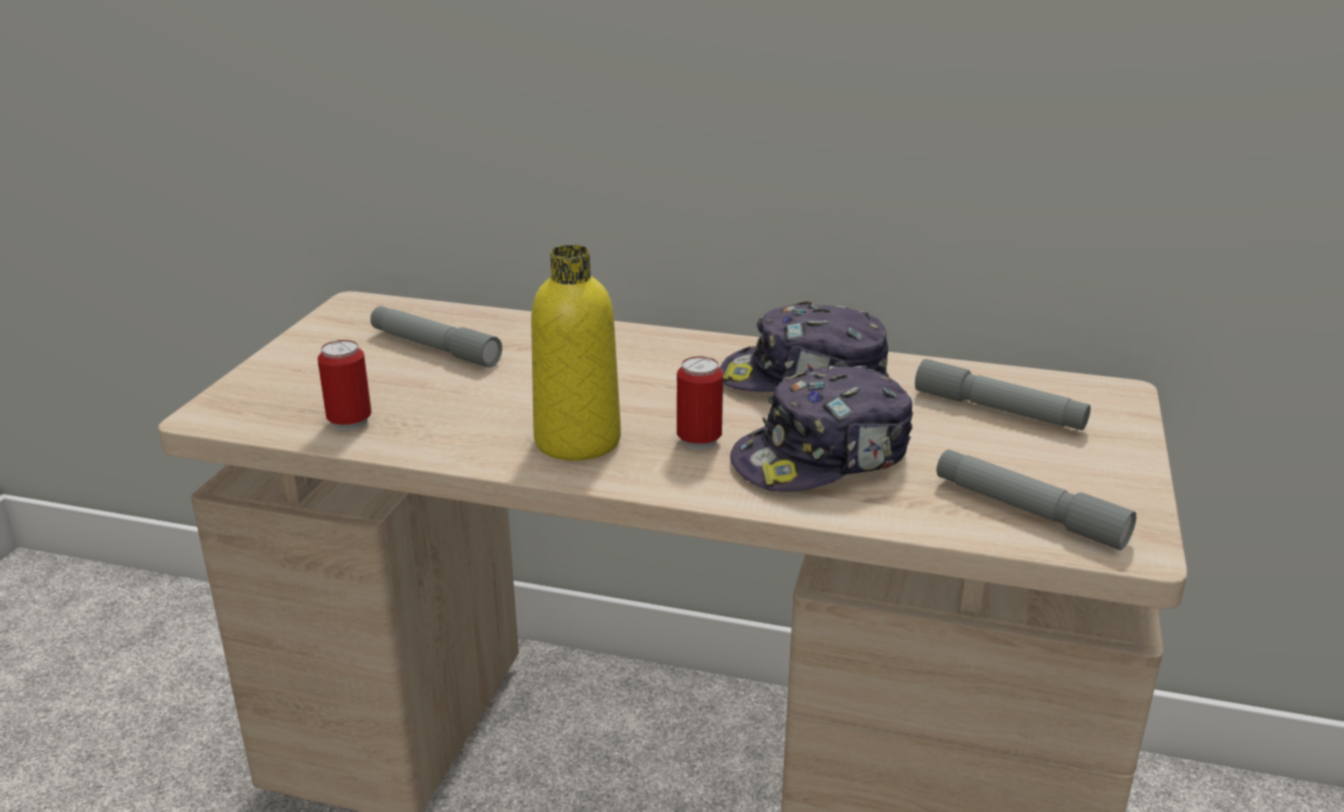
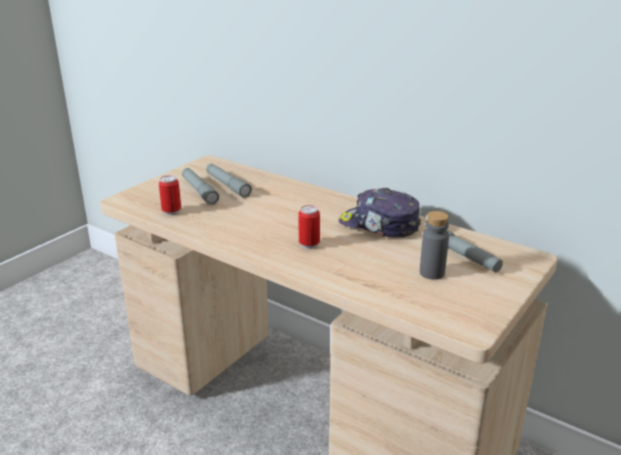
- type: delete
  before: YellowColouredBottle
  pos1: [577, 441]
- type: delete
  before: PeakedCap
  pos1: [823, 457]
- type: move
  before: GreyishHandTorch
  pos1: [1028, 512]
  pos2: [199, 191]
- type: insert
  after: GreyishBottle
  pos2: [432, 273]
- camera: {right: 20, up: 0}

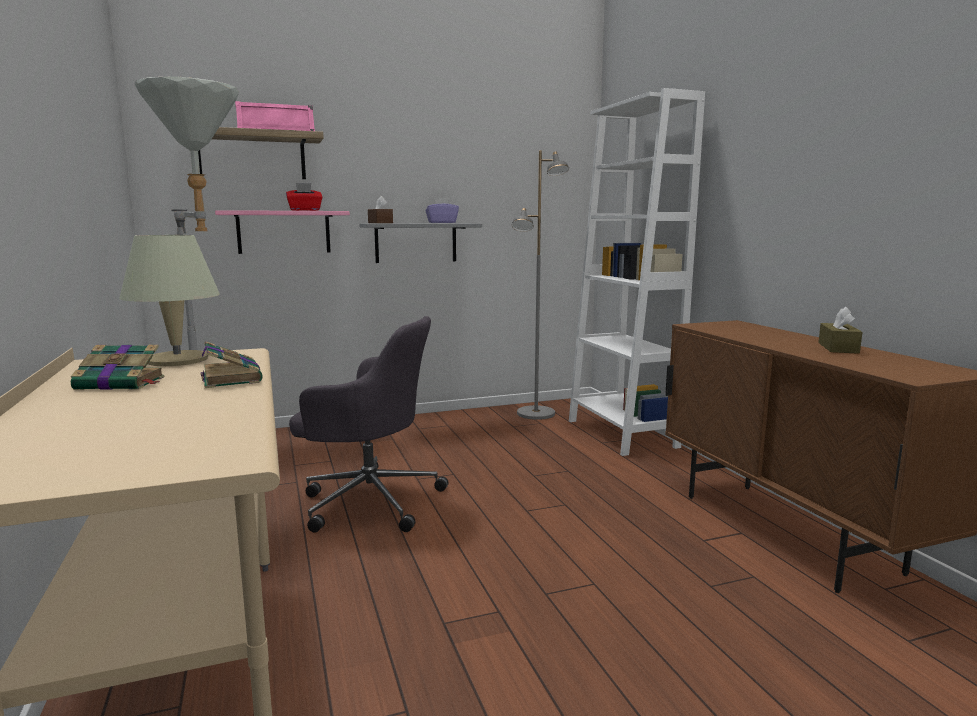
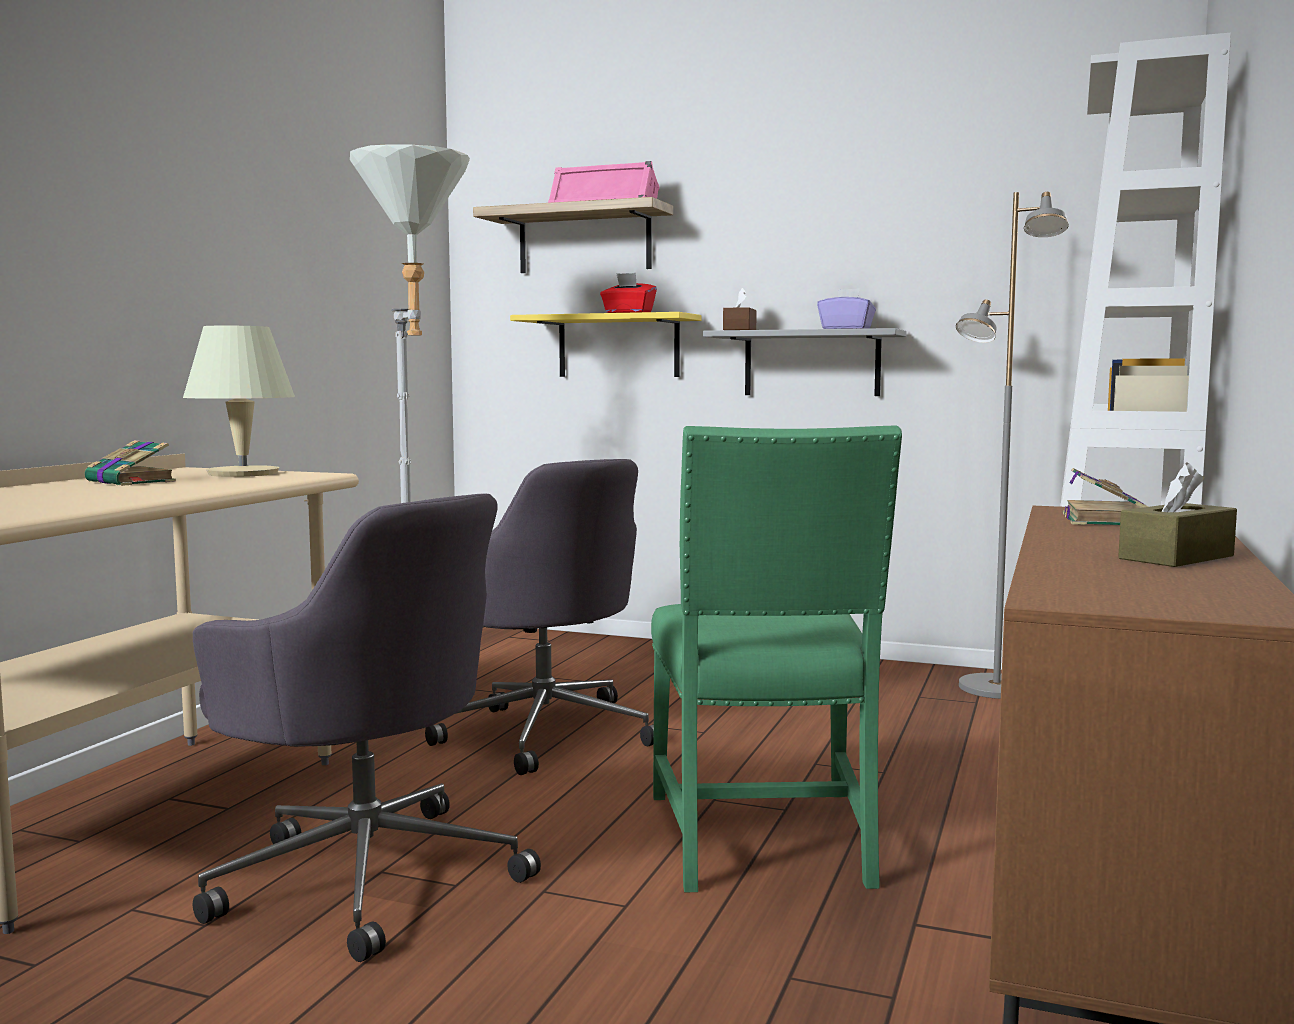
- type: move
  before: Volume
  pos1: [231, 378]
  pos2: [1105, 520]
- type: recolor
  before: PinkishShelf
  after: YellowColouredShelf
  pos1: [284, 232]
  pos2: [618, 346]
- type: insert
  after: GreyishDeskChair
  pos2: [366, 875]
- type: insert
  after: GreenColouredChair
  pos2: [764, 841]
- camera: {right: 40, up: -5}

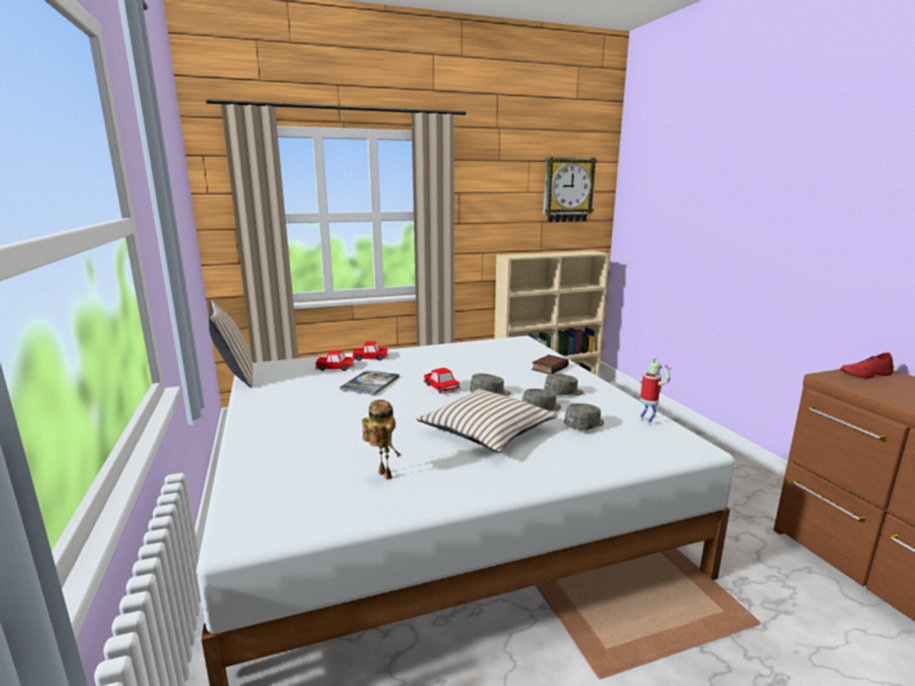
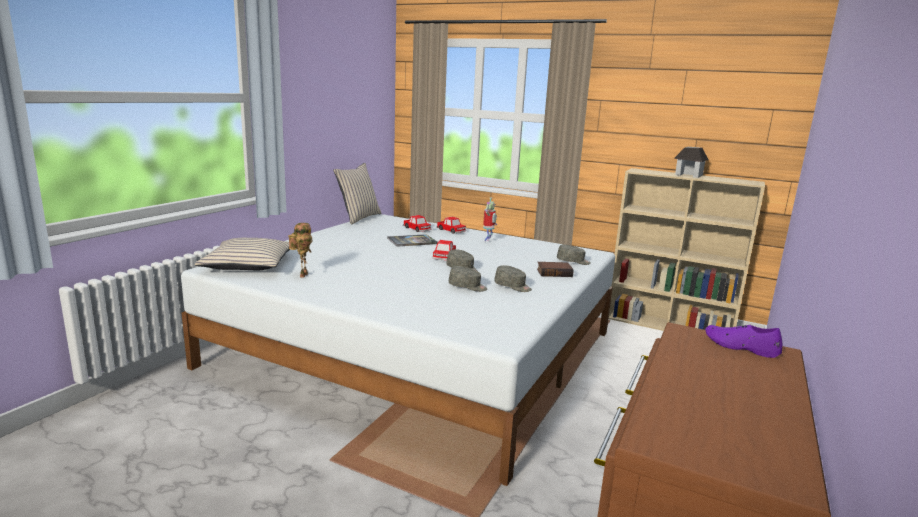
- type: move
  before: SandColouredThrowPillow
  pos1: [487, 430]
  pos2: [248, 264]
- type: delete
  before: ClockOnTheWall
  pos1: [567, 190]
- type: move
  before: GreyishPeakedCap
  pos1: [585, 425]
  pos2: [573, 262]
- type: move
  before: ModelRobot
  pos1: [647, 422]
  pos2: [488, 241]
- type: recolor
  before: RedColouredLowShoe
  after: PurplishLowShoe
  pos1: [866, 374]
  pos2: [740, 346]
- type: insert
  after: MiniatureHouse
  pos2: [688, 175]
- camera: {right: 45, up: 0}

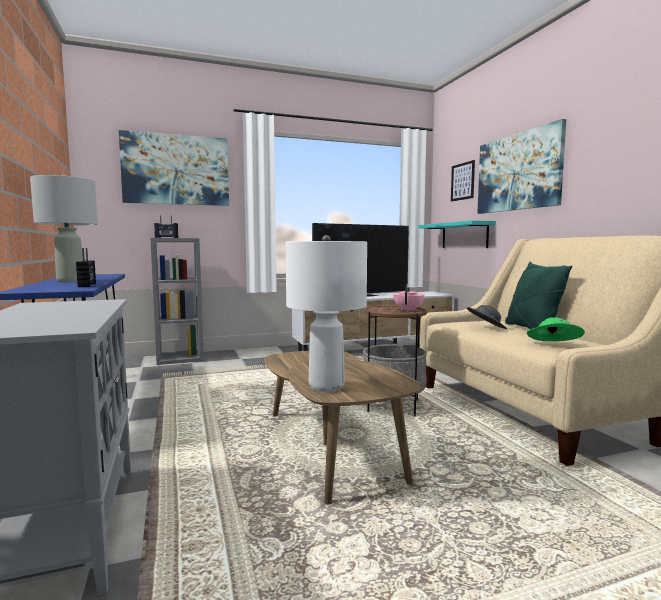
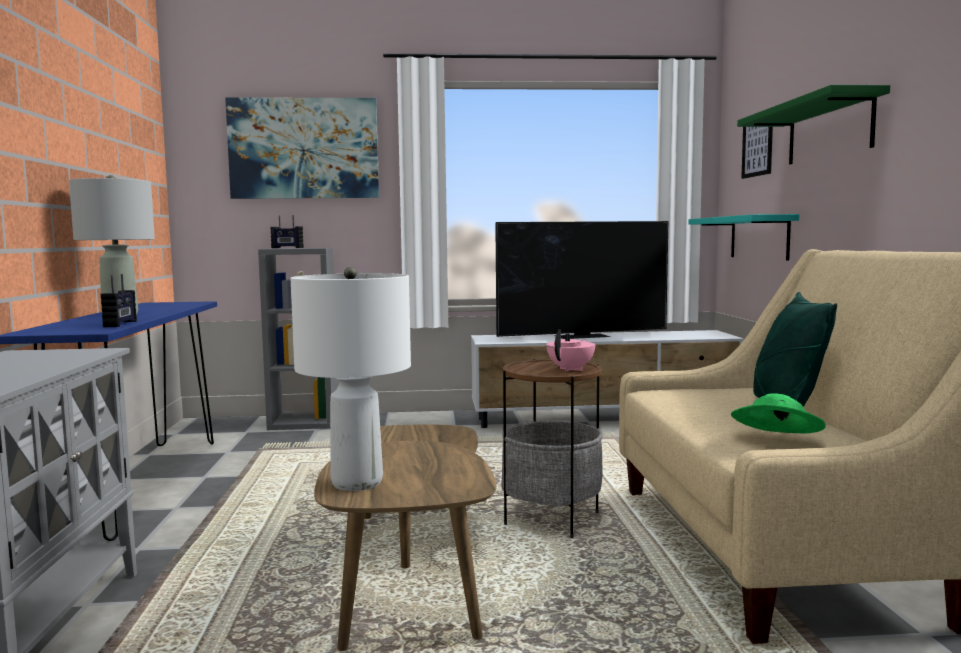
- type: delete
  before: GreyishWearableHat
  pos1: [485, 328]
- type: replace
  before: WallArt
  after: GreenColouredShelf
  pos1: [518, 172]
  pos2: [829, 130]
- camera: {right: 15, up: 0}

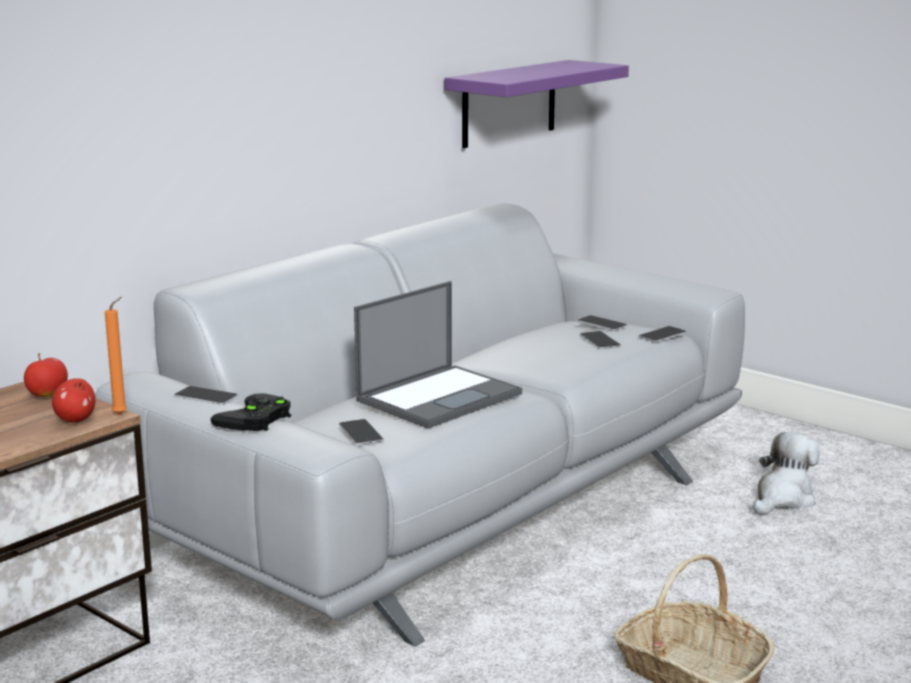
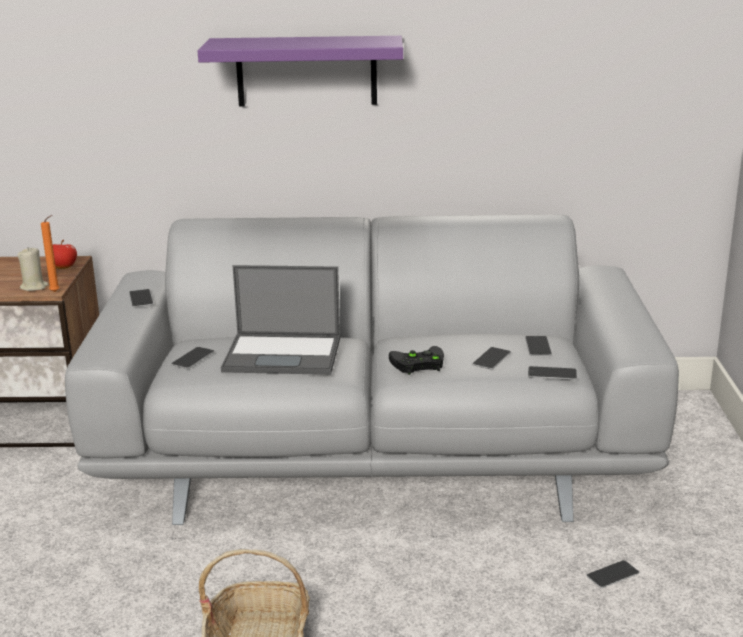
- type: replace
  before: WholeApple
  after: SandColouredCandle
  pos1: [75, 420]
  pos2: [34, 287]
- type: move
  before: BlackJoypad
  pos1: [255, 420]
  pos2: [416, 364]
- type: move
  before: PurplishShelf
  pos1: [509, 103]
  pos2: [306, 71]
- type: replace
  before: SoftToy
  after: Handset
  pos1: [782, 498]
  pos2: [612, 574]
- camera: {right: 50, up: 5}

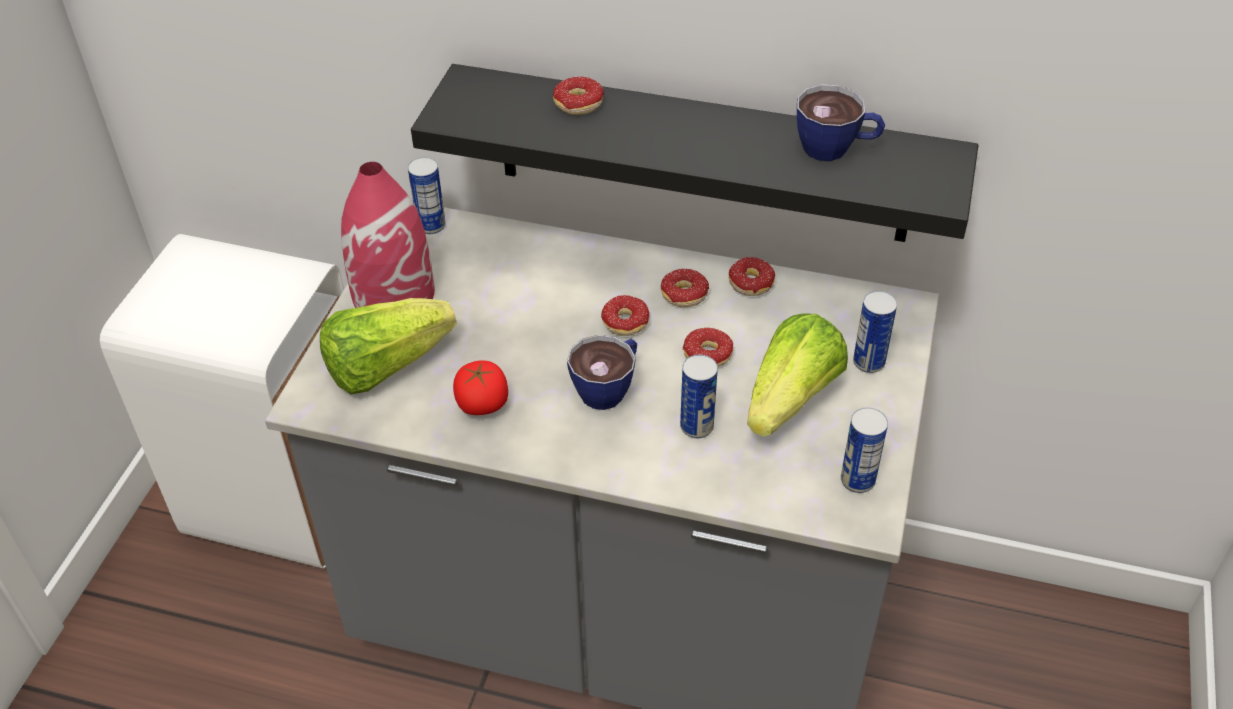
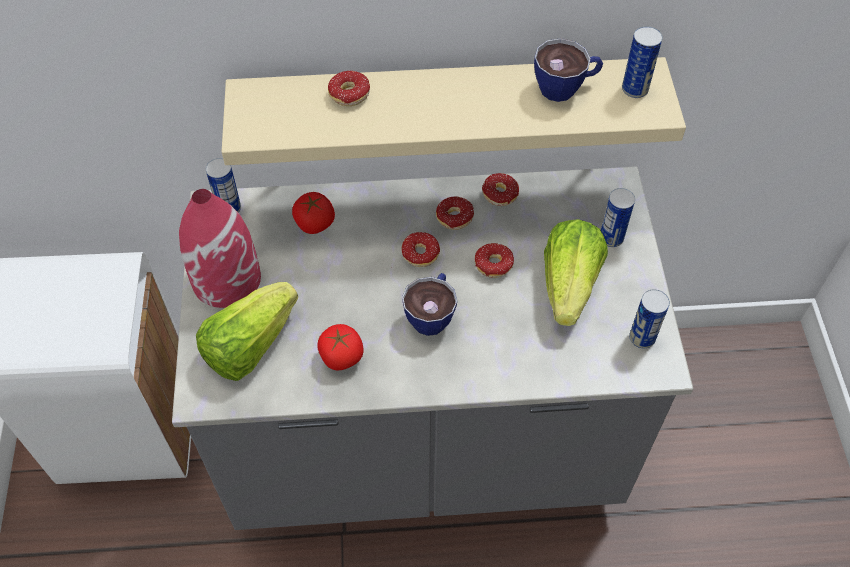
- type: recolor
  before: BlackShelf
  after: SandColouredShelf
  pos1: [702, 155]
  pos2: [446, 106]
- type: move
  before: Can
  pos1: [696, 426]
  pos2: [635, 89]
- type: insert
  after: WholeTomato
  pos2: [314, 223]
- camera: {right: -20, up: 10}

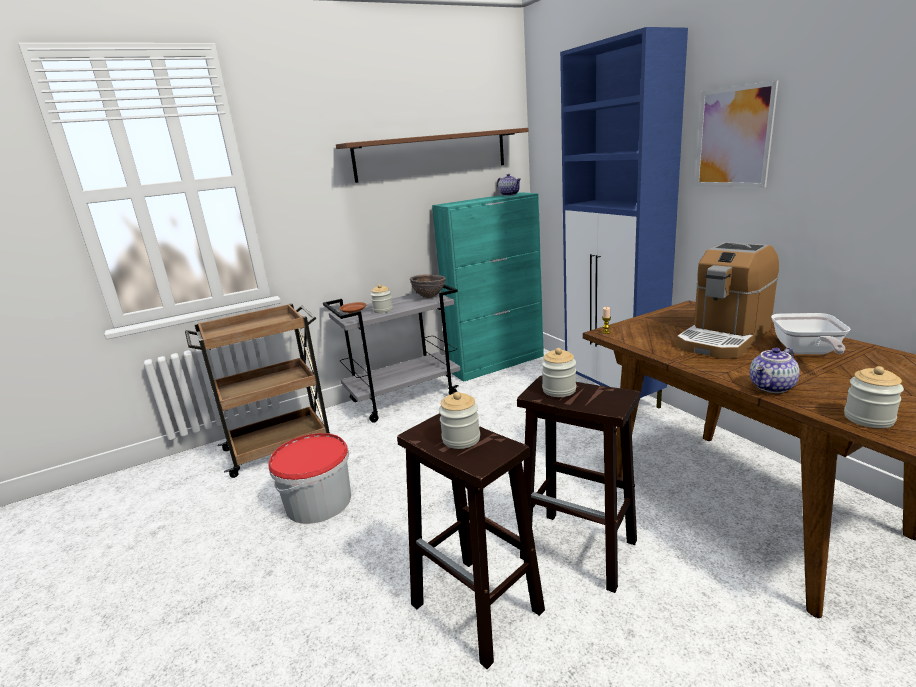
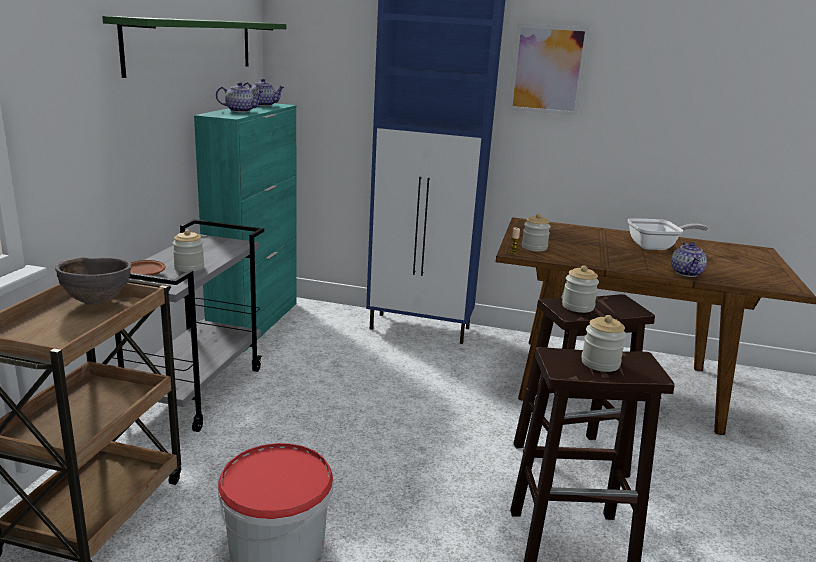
- type: recolor
  before: BrownishShelf
  after: GreenColouredShelf
  pos1: [432, 155]
  pos2: [192, 45]
- type: move
  before: BrownishBowl
  pos1: [429, 297]
  pos2: [97, 302]
- type: delete
  before: CoffeeMachine
  pos1: [724, 338]
- type: rotate
  before: FryingPan
  pos1: [806, 352]
  pos2: [656, 247]
  turn: -60
- type: move
  before: PreserveJar
  pos1: [868, 418]
  pos2: [534, 247]
- type: insert
  after: PotForTea
  pos2: [240, 111]
- camera: {right: -50, up: 0}

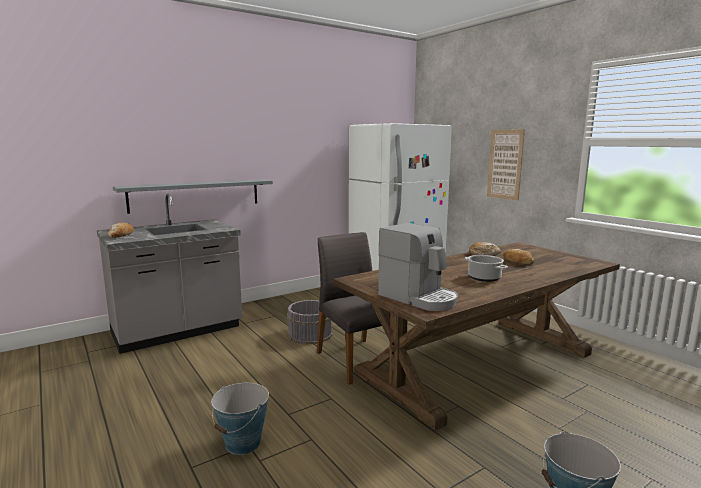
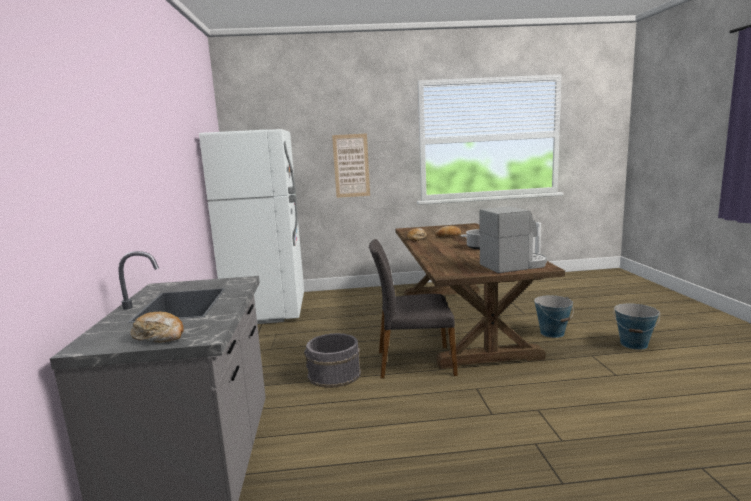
- type: delete
  before: GreyishShelf
  pos1: [196, 195]
- type: move
  before: WaterBucket
  pos1: [243, 443]
  pos2: [552, 333]
- camera: {right: -60, up: 0}

